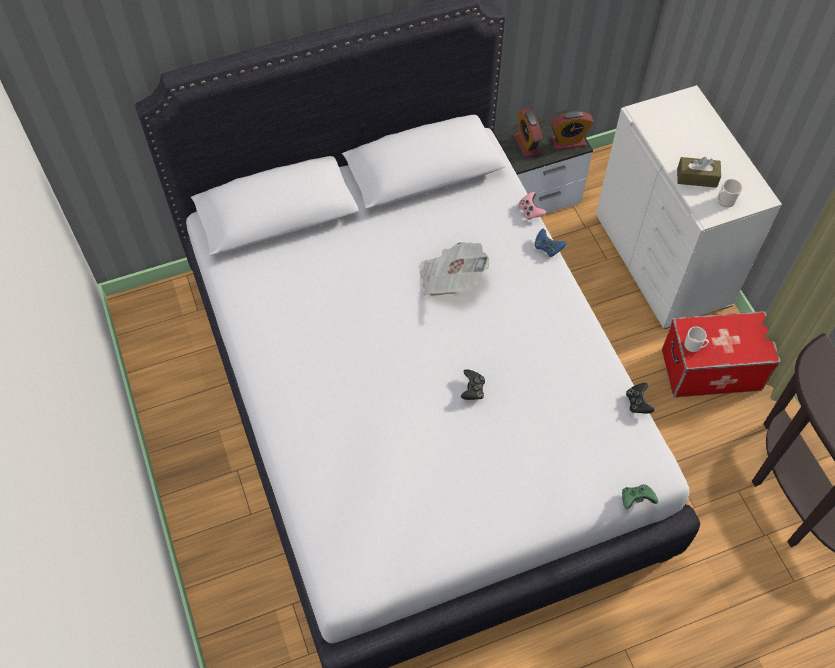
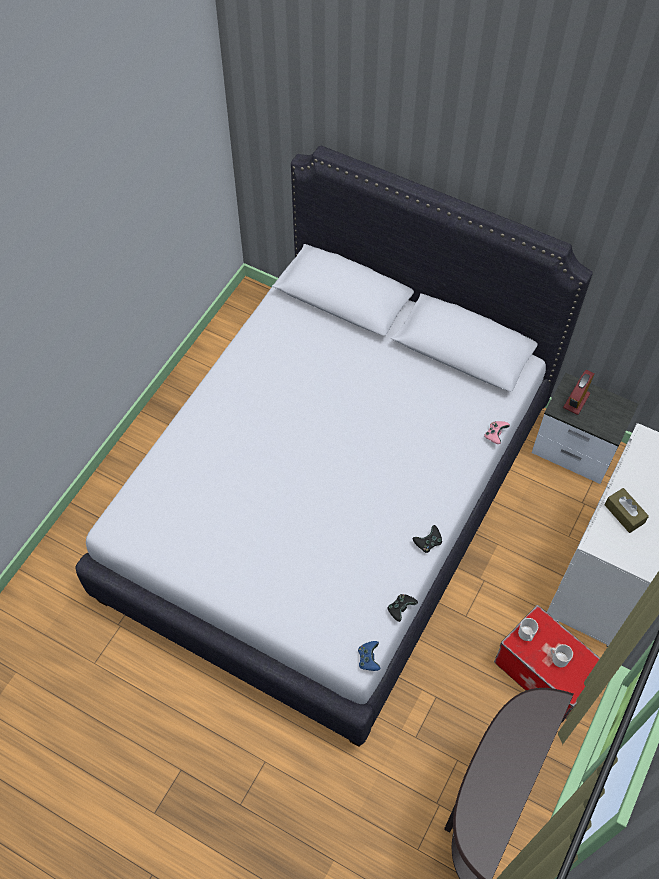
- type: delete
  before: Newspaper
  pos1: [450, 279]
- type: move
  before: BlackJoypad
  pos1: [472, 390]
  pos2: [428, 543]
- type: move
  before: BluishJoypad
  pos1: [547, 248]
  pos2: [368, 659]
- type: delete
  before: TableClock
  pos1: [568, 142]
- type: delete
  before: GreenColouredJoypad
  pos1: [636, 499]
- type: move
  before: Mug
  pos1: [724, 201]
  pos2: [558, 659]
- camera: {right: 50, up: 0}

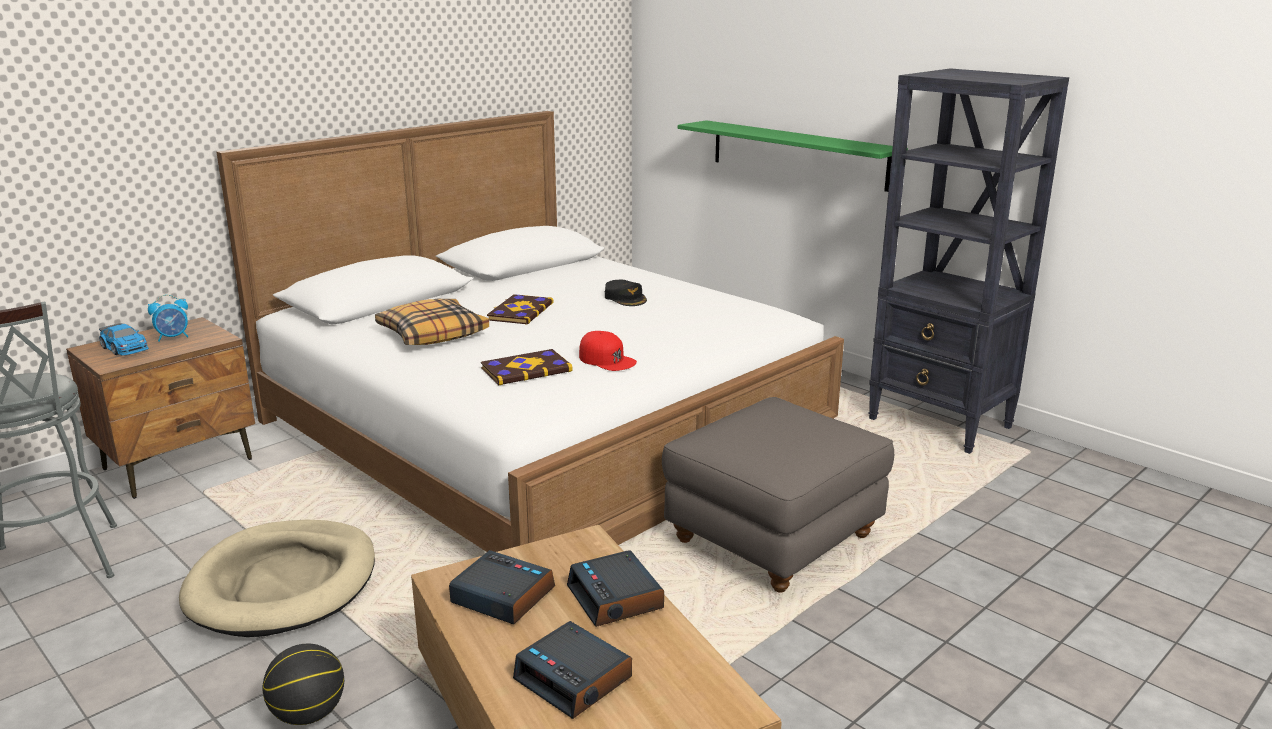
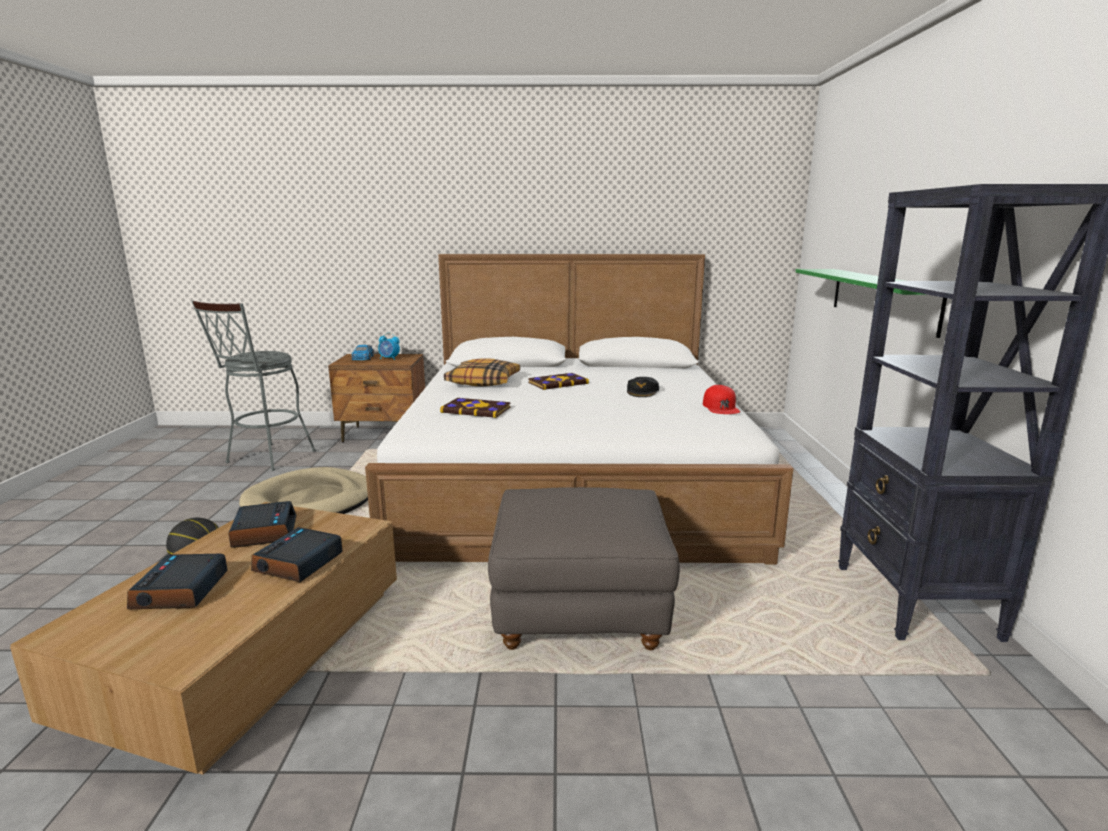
- type: move
  before: RedColouredPeakedCap
  pos1: [607, 359]
  pos2: [721, 407]
- camera: {right: 45, up: -5}

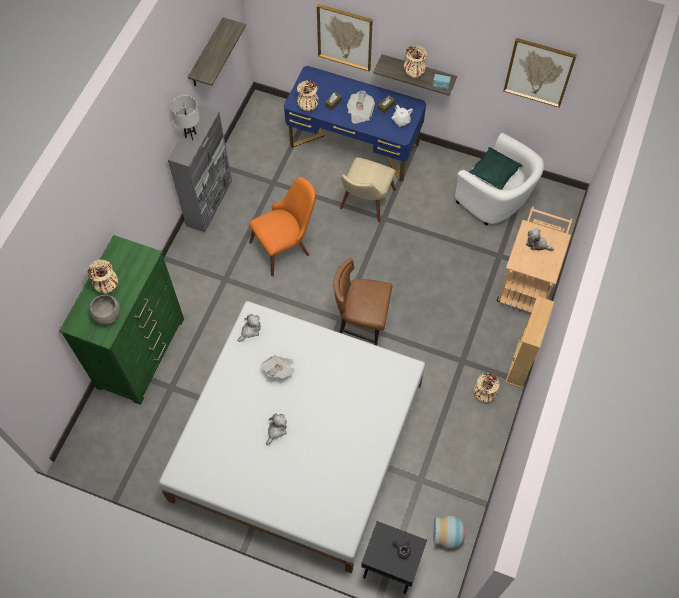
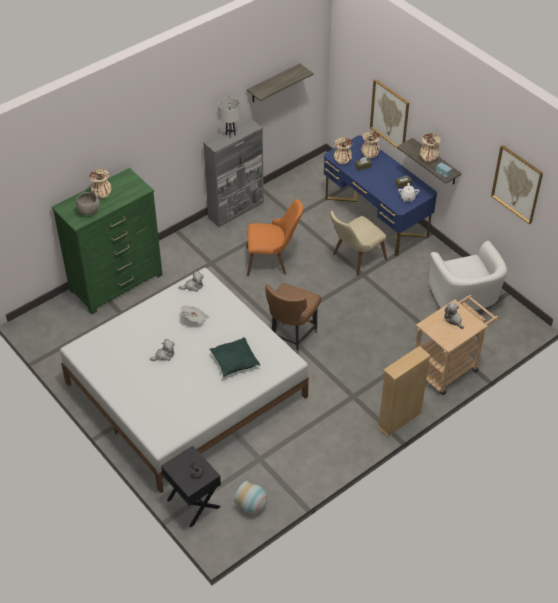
- type: rotate
  before: BrownishChair
  pos1: [361, 325]
  pos2: [291, 337]
  turn: -105
- type: delete
  before: Newspaper
  pos1: [360, 112]
- type: move
  before: GreenColouredThrowPillow
  pos1: [494, 173]
  pos2: [234, 361]
- type: move
  before: SandColouredVase
  pos1: [484, 394]
  pos2: [370, 155]
- camera: {right: 30, up: -15}

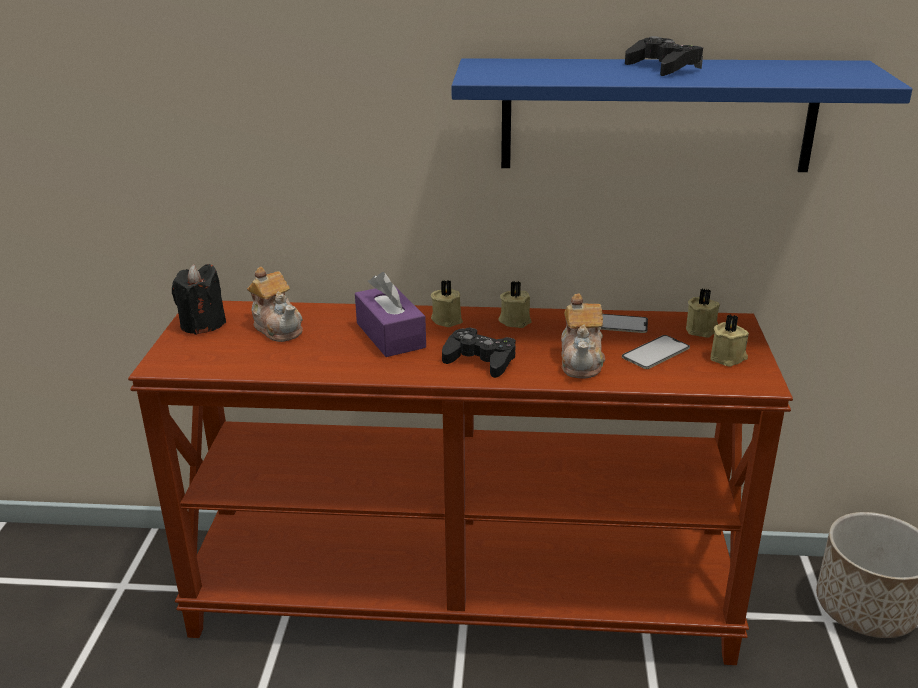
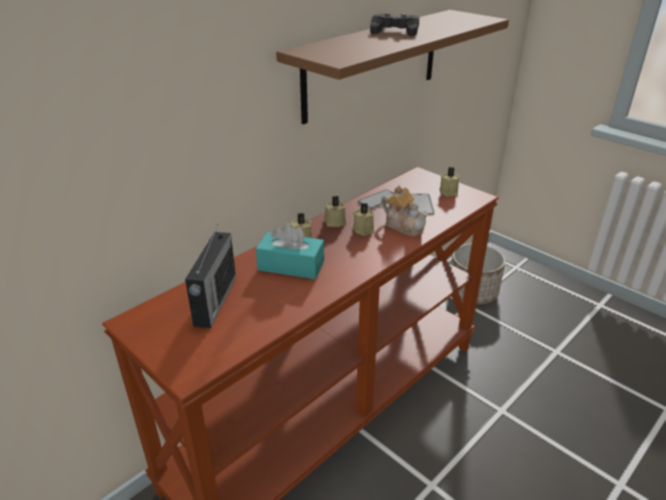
- type: delete
  before: BlackCandle
  pos1: [202, 324]
- type: replace
  before: PotForTea
  after: Radio
  pos1: [278, 328]
  pos2: [215, 301]
- type: recolor
  before: PurplishTissueBox
  after: TurquoiseTissueBox
  pos1: [390, 335]
  pos2: [291, 266]
- type: delete
  before: BlackJoypad
  pos1: [480, 360]
- type: recolor
  before: BluishShelf
  after: BrownishShelf
  pos1: [657, 115]
  pos2: [373, 64]
- type: move
  before: SandColouredCandle
  pos1: [702, 329]
  pos2: [364, 229]
- camera: {right: -50, up: 5}

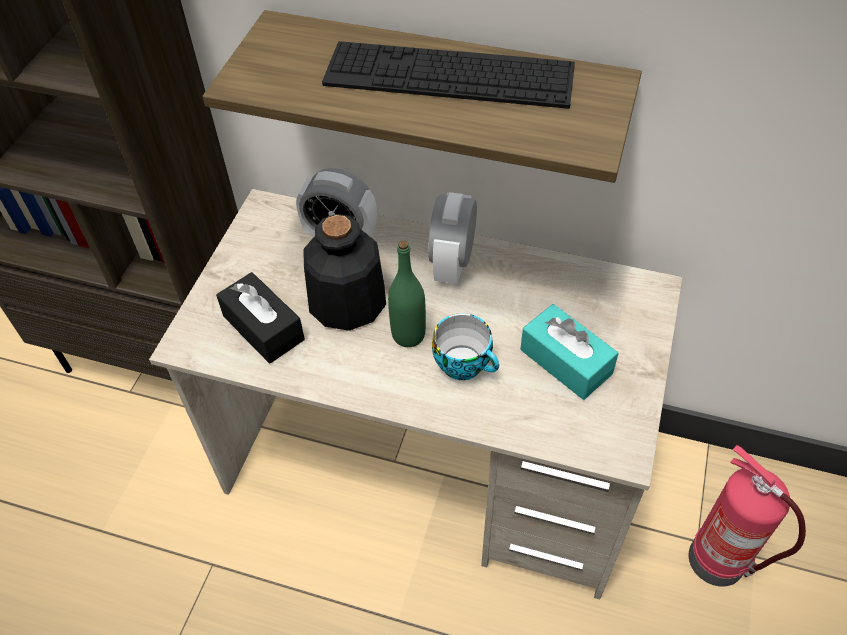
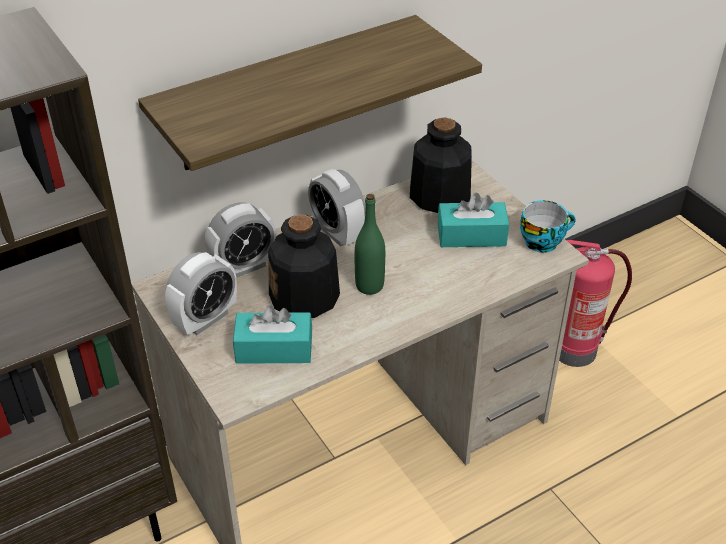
- type: recolor
  before: BlackTissueBox
  after: TurquoiseTissueBox
  pos1: [263, 328]
  pos2: [274, 349]
- type: delete
  before: Keyboard
  pos1: [449, 75]
- type: move
  before: SmallCup
  pos1: [465, 364]
  pos2: [543, 241]
- type: insert
  after: TableClock
  pos2: [205, 319]
- type: insert
  after: Bottle
  pos2: [439, 195]
- camera: {right: -50, up: -10}

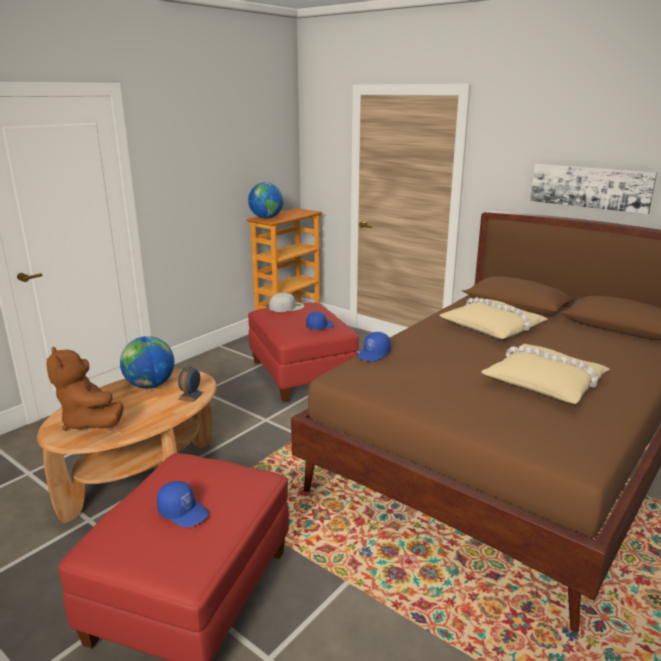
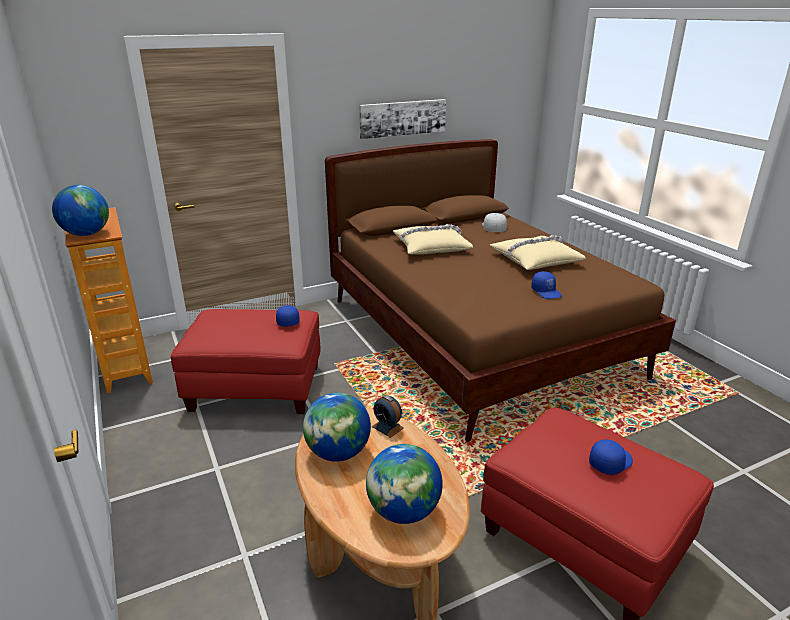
- type: replace
  before: BrownishSoftToy
  after: WorldGlobe
  pos1: [90, 422]
  pos2: [404, 511]
- type: move
  before: WhitishPeakedCap
  pos1: [286, 307]
  pos2: [494, 226]
- type: move
  before: BluishPeakedCap
  pos1: [374, 354]
  pos2: [546, 292]
- camera: {right: -65, up: 5}

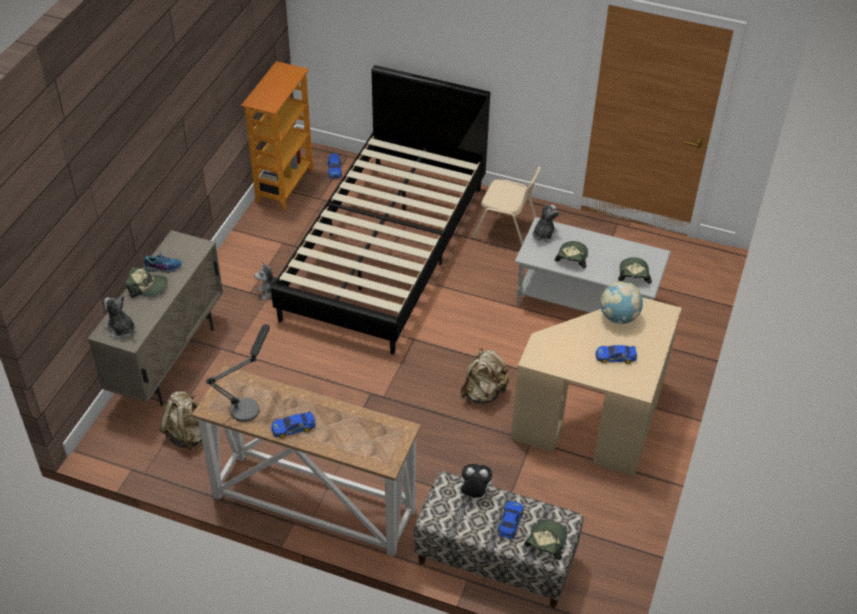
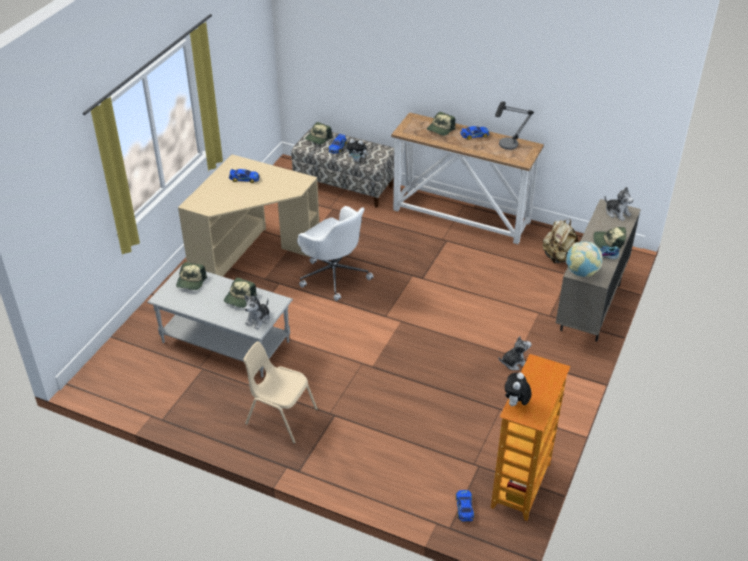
- type: delete
  before: BlackBed
  pos1: [385, 251]
- type: replace
  before: SandColouredBackpack
  after: WhitishDeskChair
  pos1: [483, 393]
  pos2: [334, 274]
- type: move
  before: WorldGlobe
  pos1: [619, 317]
  pos2: [581, 272]
- type: insert
  after: PeakedCap
  pos2: [440, 129]
- type: insert
  after: SoftToy
  pos2: [515, 404]
- camera: {right: -175, up: -5}

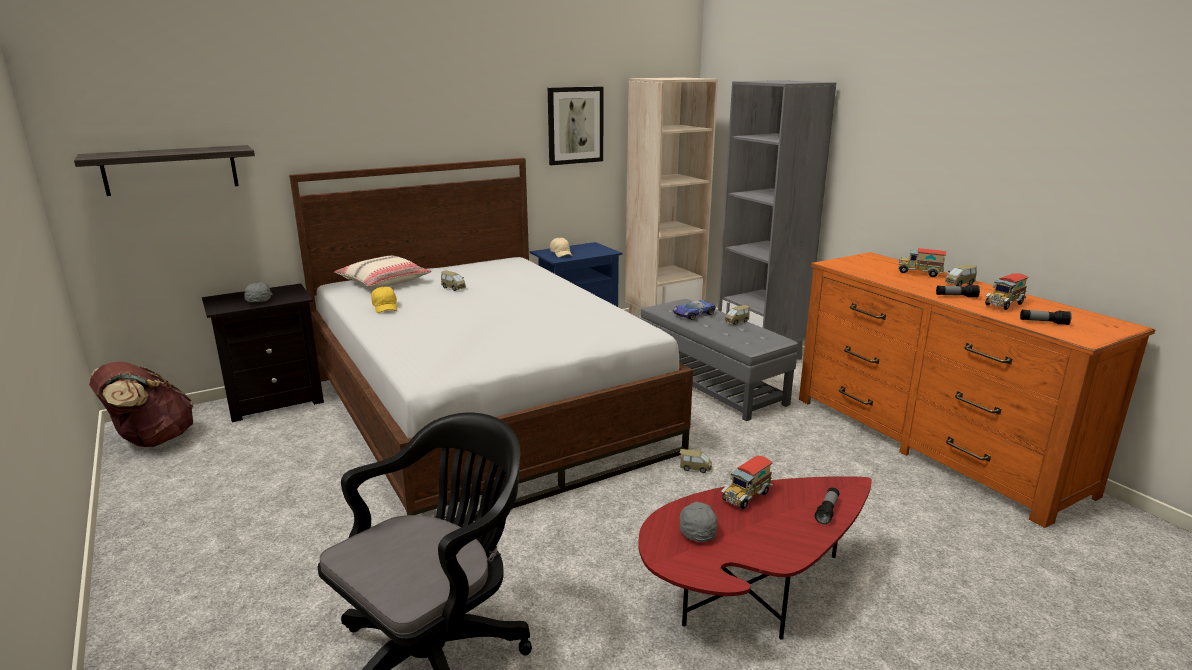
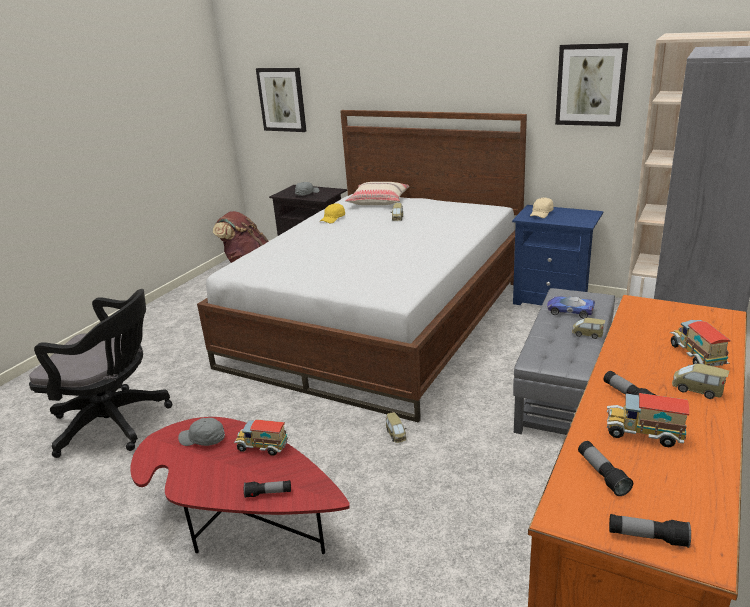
- type: replace
  before: Shelf
  after: WallArt
  pos1: [171, 170]
  pos2: [282, 99]
- type: rotate
  before: GreyishPeakedCap
  pos1: [696, 528]
  pos2: [203, 440]
  turn: -135
- type: insert
  after: HandTorch
  pos2: [647, 537]
- camera: {right: 60, up: 5}

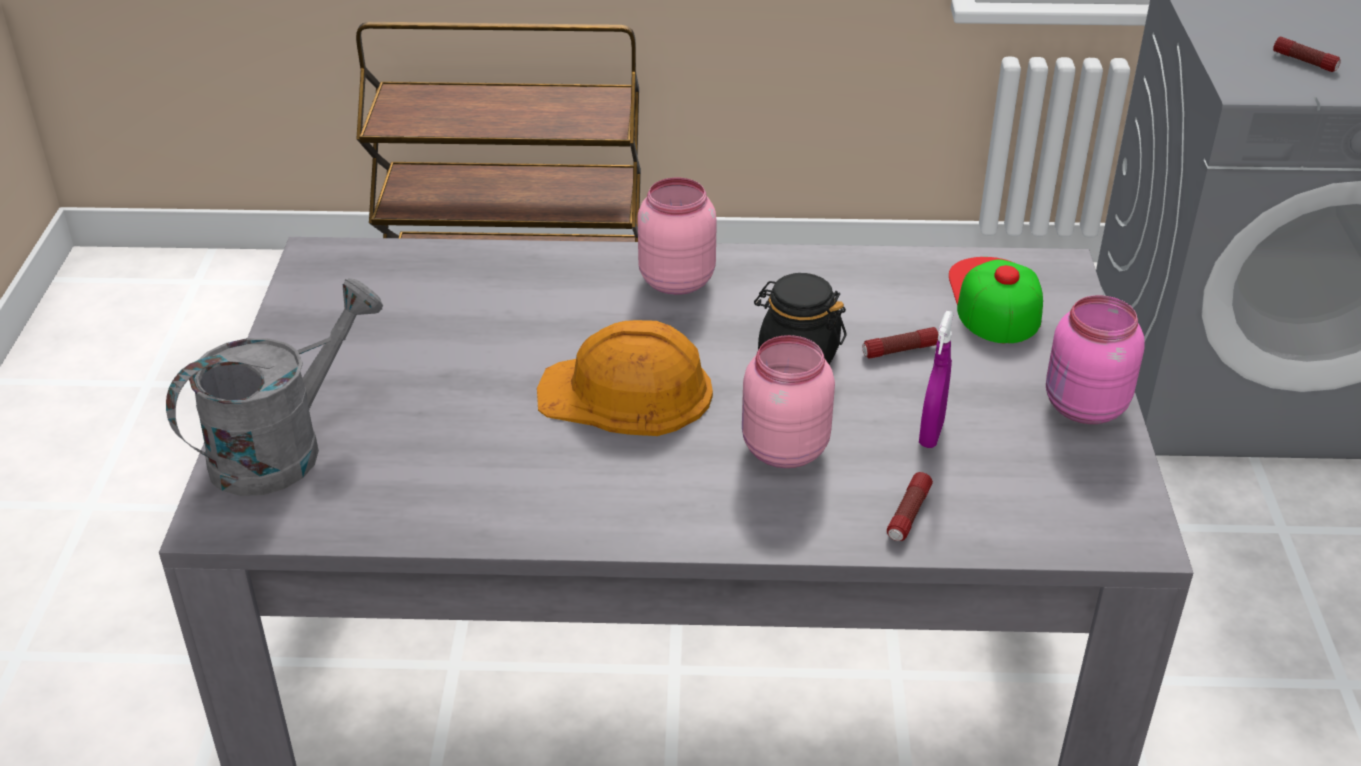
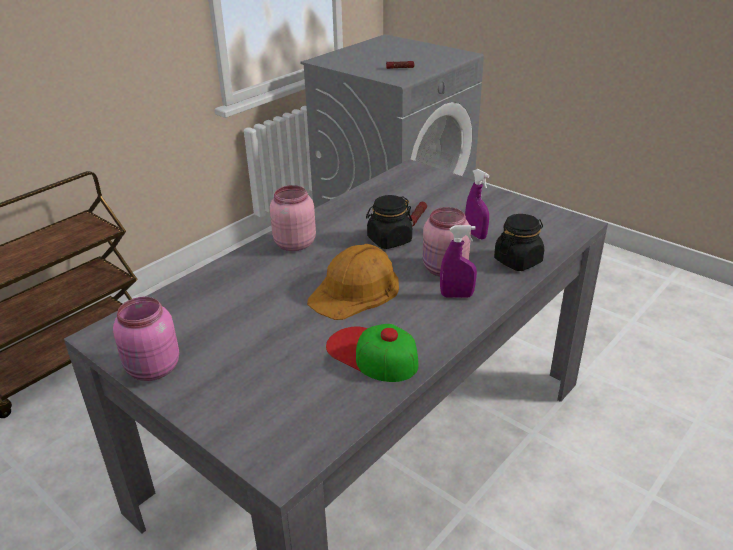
- type: delete
  before: GreyishSprinklingCan
  pos1: [283, 447]
- type: replace
  before: HandTorch
  after: BlackPreserveJar
  pos1: [908, 515]
  pos2: [518, 261]
- type: move
  before: PeakedCap
  pos1: [994, 299]
  pos2: [372, 354]
- type: move
  before: PinkishPreserveJar
  pos1: [1083, 407]
  pos2: [153, 369]
- type: insert
  after: PurplishSprayer
  pos2: [456, 295]
- camera: {right: -50, up: -5}

